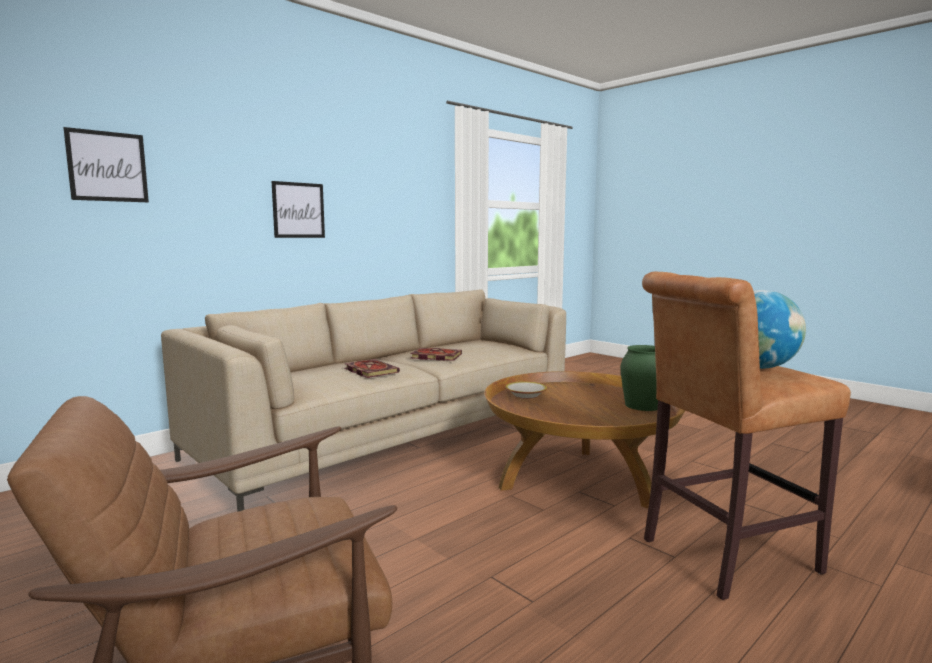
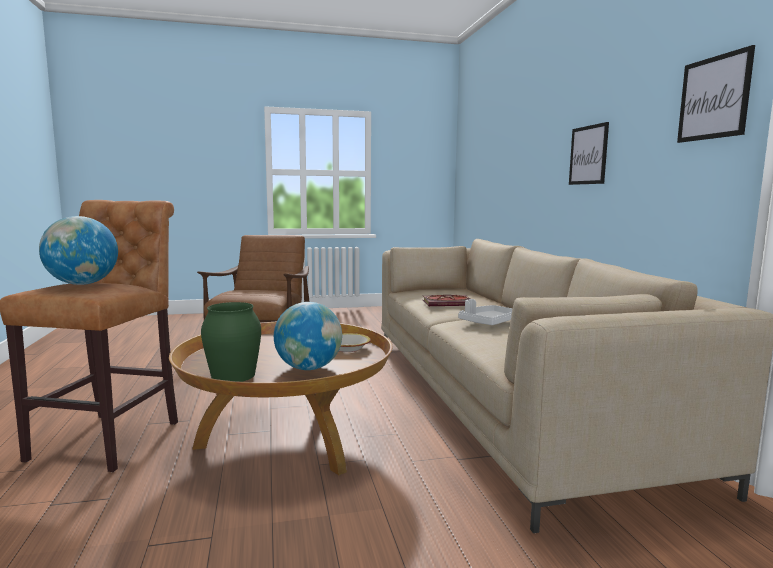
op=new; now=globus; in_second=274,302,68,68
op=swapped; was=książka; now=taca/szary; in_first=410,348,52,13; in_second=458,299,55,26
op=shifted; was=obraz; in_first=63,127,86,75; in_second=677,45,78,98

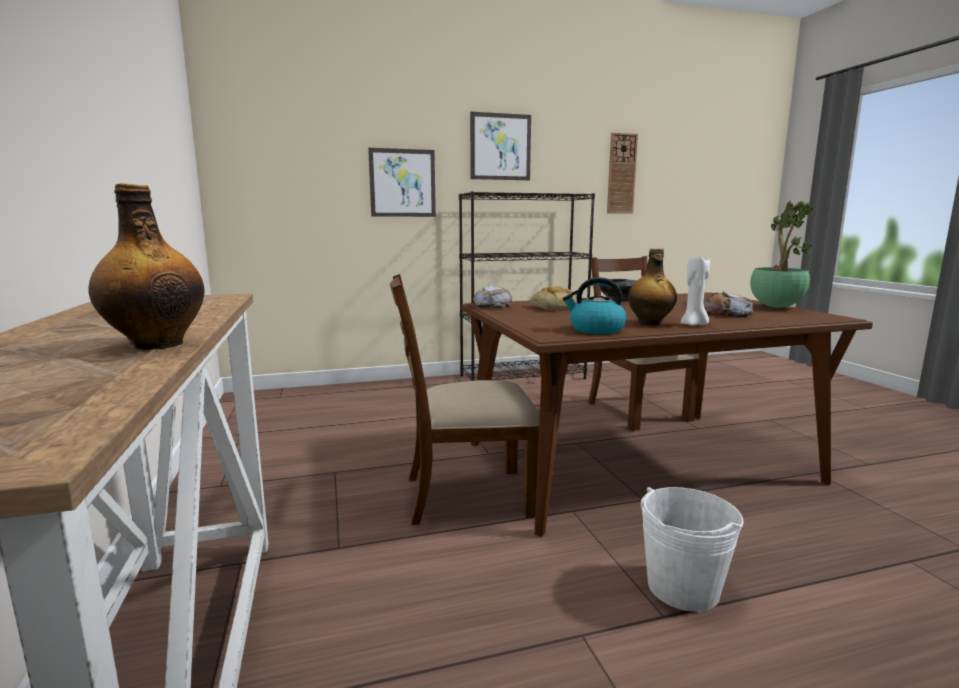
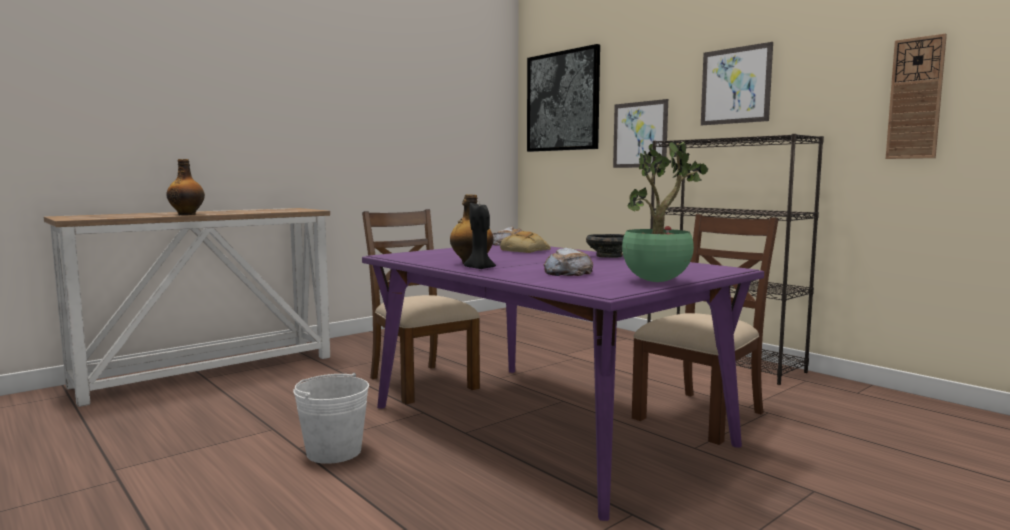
op=repainted; was=stół jadalny/brązowy; now=stół jadalny/fioletowy; in_first=461,292,412,245; in_second=362,245,402,276
op=repainted; was=świeca/biały; now=świeca/czarny; in_first=681,255,29,70; in_second=464,203,32,66
op=new; now=obraz; in_second=527,44,73,108
op=gone; was=czajnik; in_first=562,277,65,57

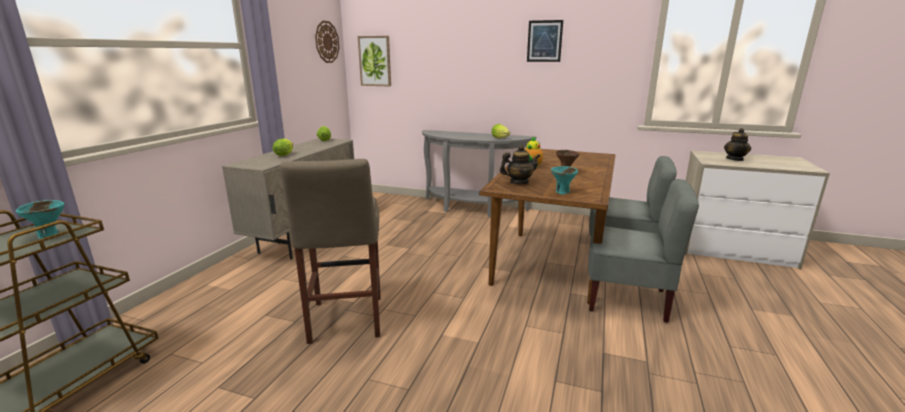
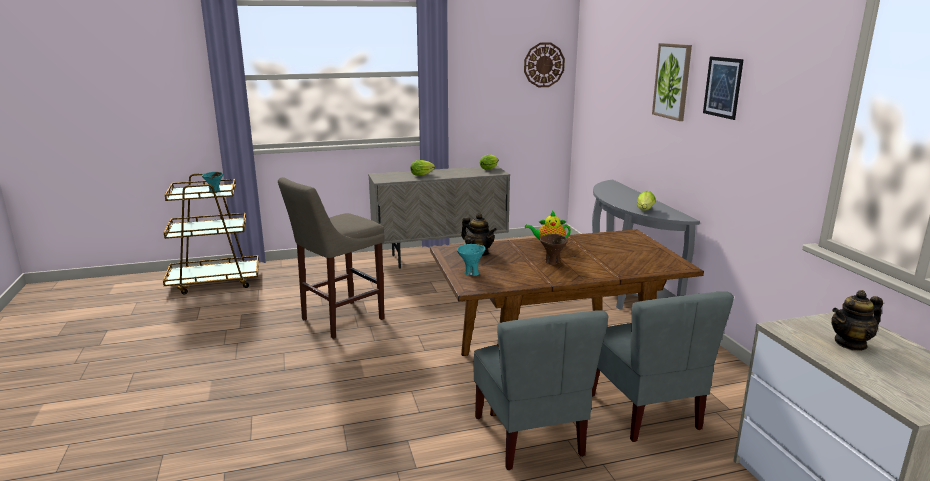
op=shifted; was=obraz; in_first=358,36,33,50; in_second=652,43,40,78

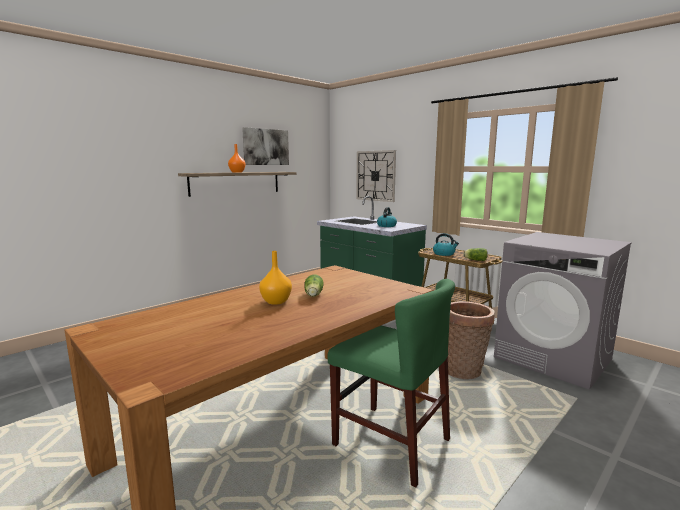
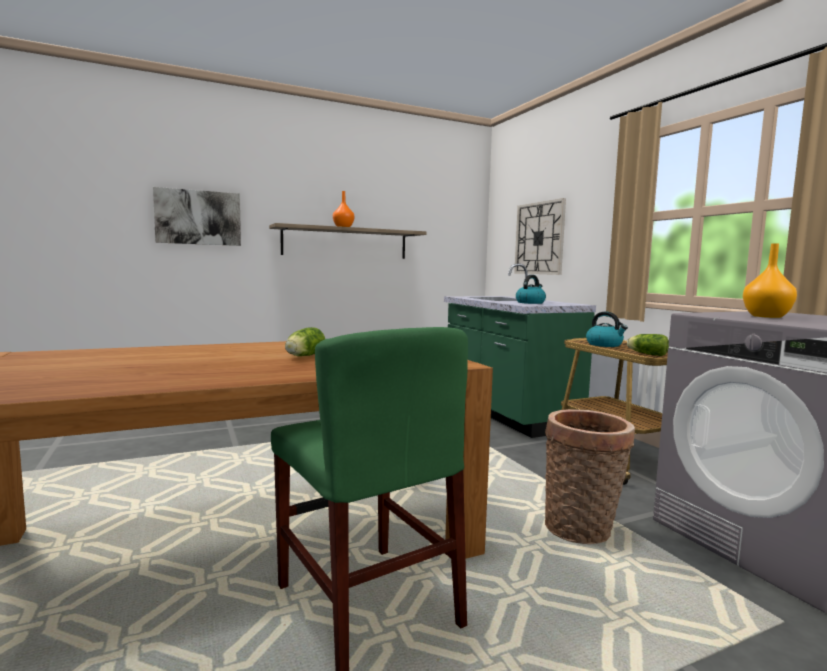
op=shifted; was=obraz; in_first=242,127,47,38; in_second=153,187,88,59
op=shifted; was=wazon/pomarańczowy; in_first=259,251,33,54; in_second=743,243,54,75

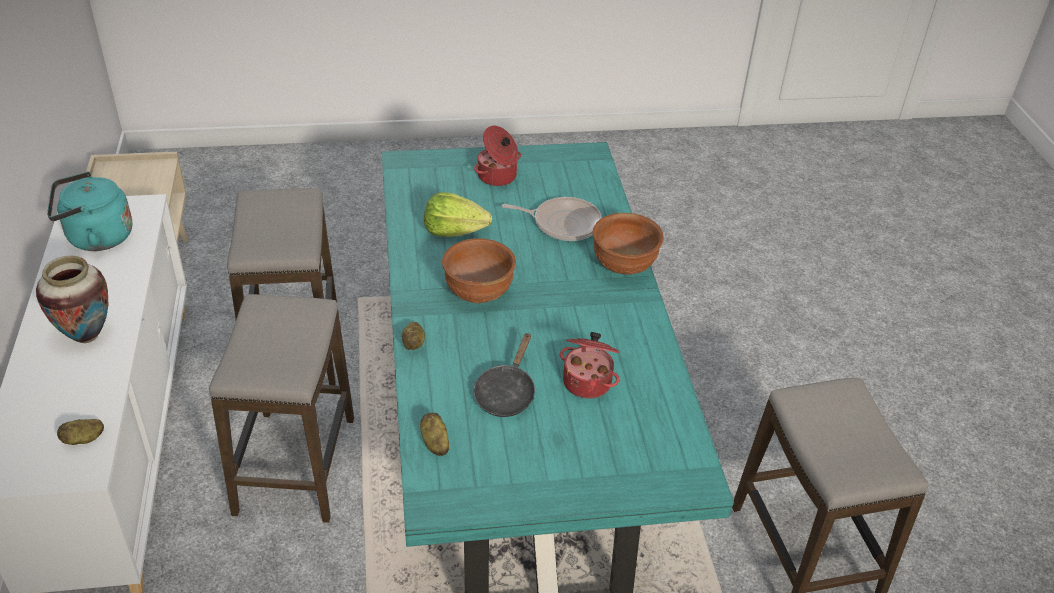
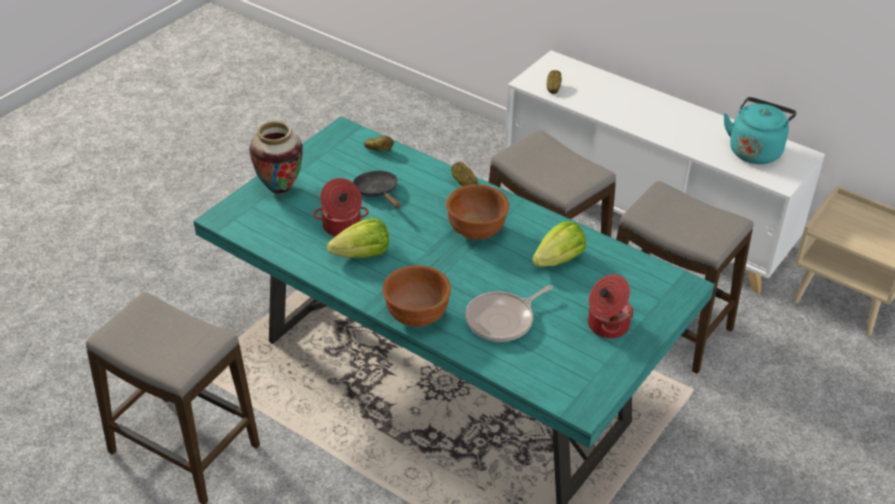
op=shifted; was=wazon; in_first=36,255,72,88; in_second=249,121,54,74
op=new; now=sałata; in_second=327,218,62,40

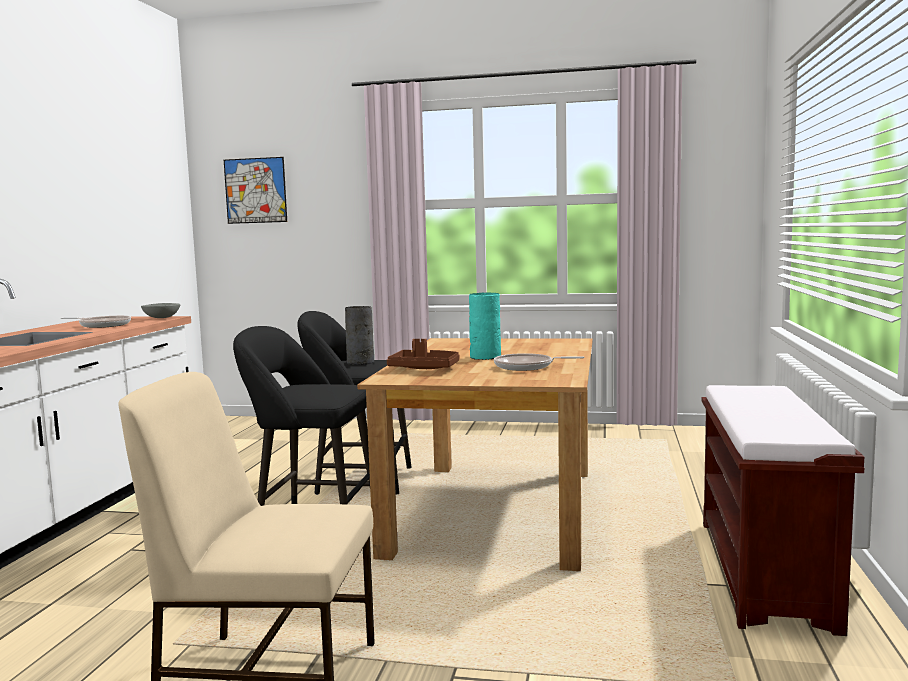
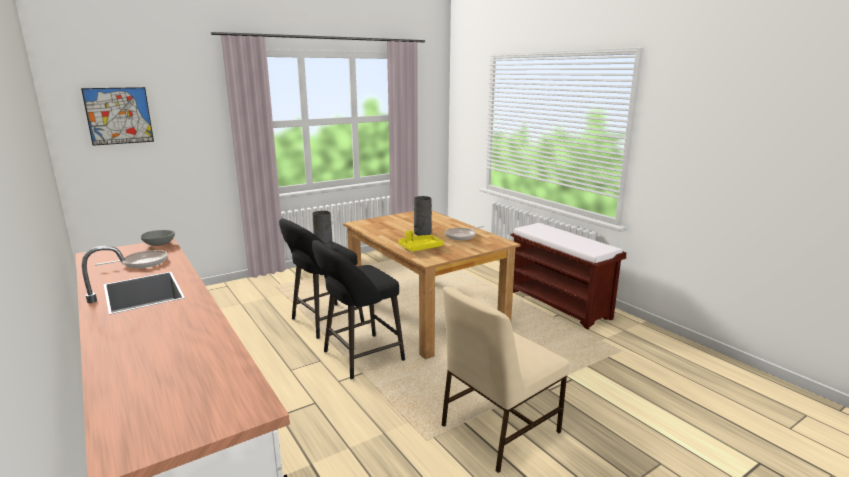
op=repainted; was=taca/brązowy; now=taca/żółty; in_first=387,339,72,30; in_second=398,230,46,22
op=repainted; was=wazon/turkusowy; now=wazon/szary; in_first=469,293,32,67; in_second=414,196,18,40

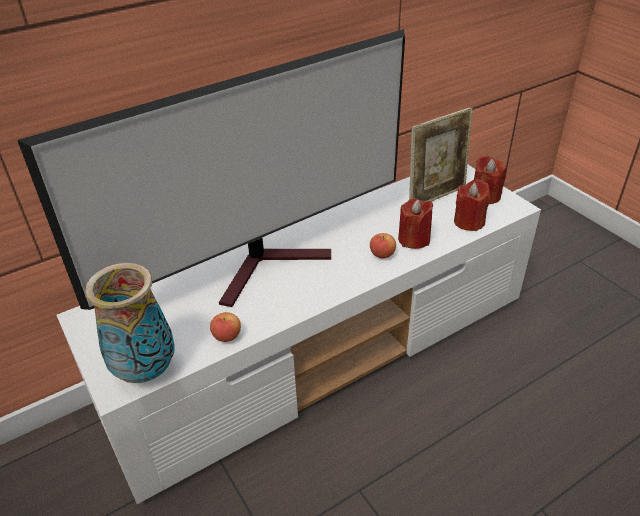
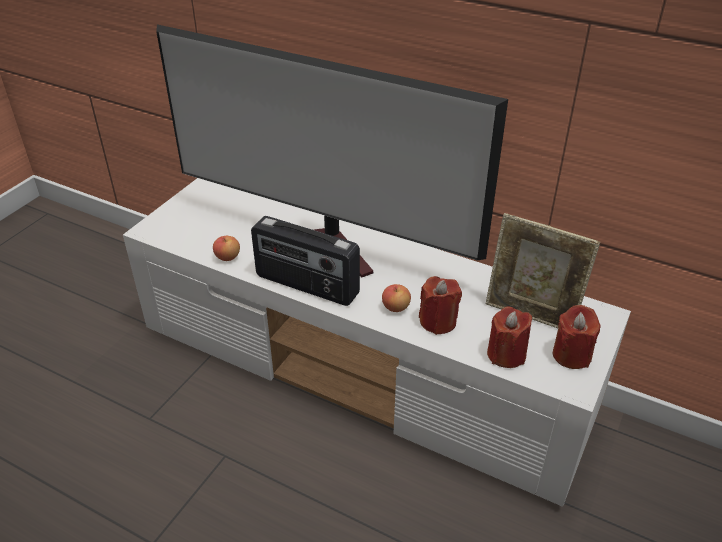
op=new; now=radio; in_second=251,216,109,90
op=gone; was=wazon; in_first=85,263,89,120

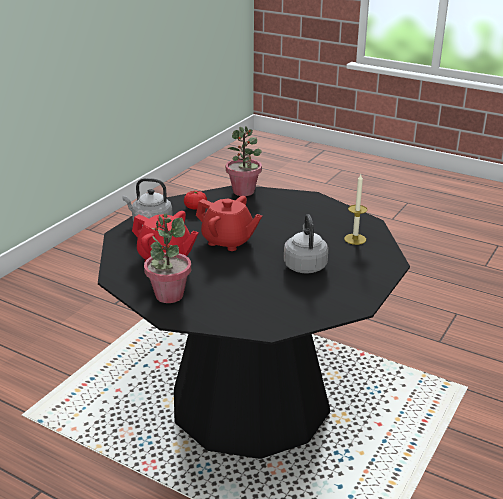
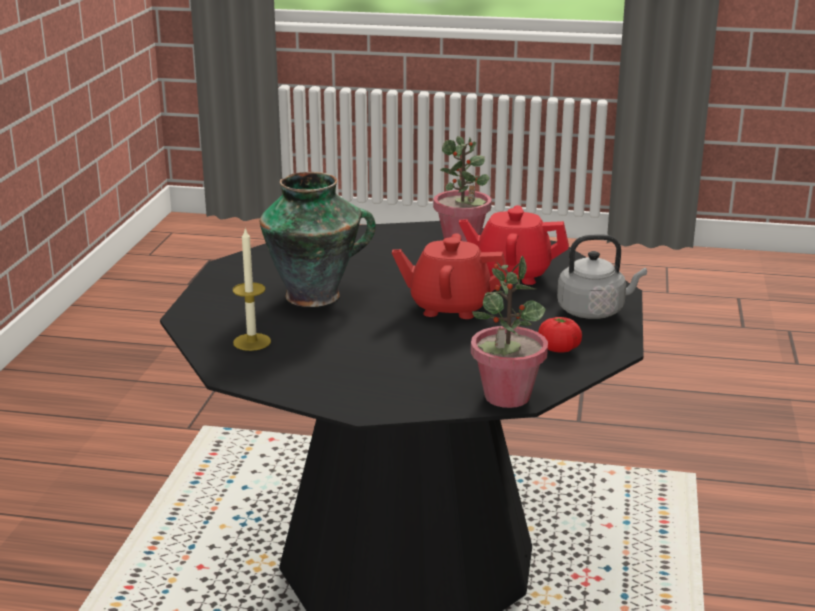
op=swapped; was=czajnik/szary; now=wazon; in_first=284,214,44,60; in_second=260,172,116,135

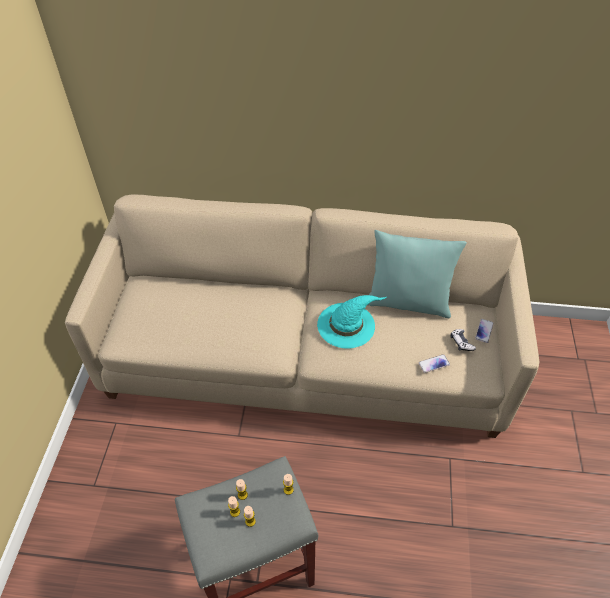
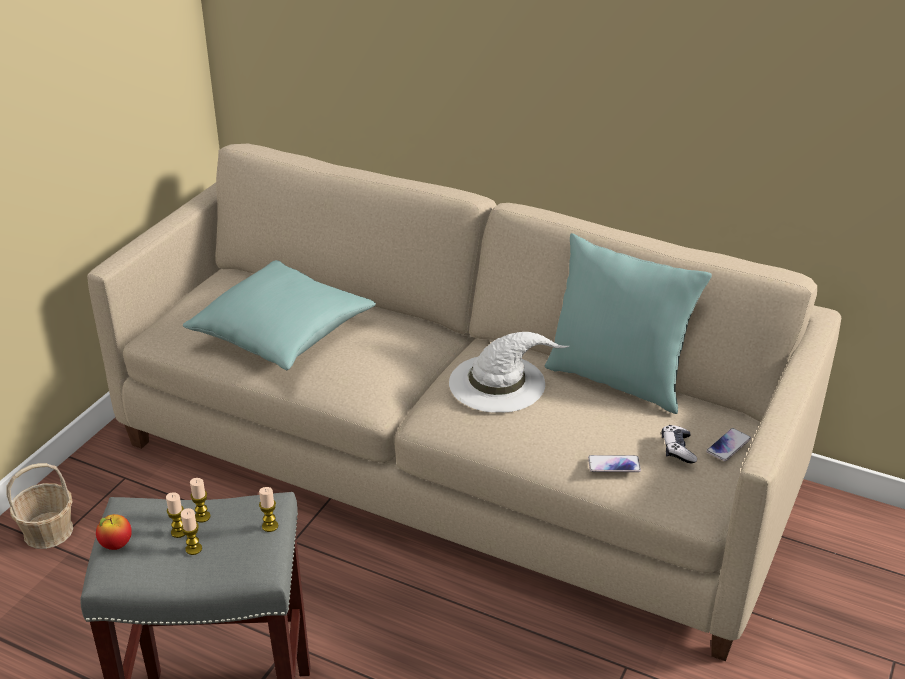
op=new; now=koszyk; in_second=6,463,67,86
op=new; now=jabłko; in_second=96,514,36,36
op=new; now=poduszka/turkusowy; in_second=183,260,193,110
op=repainted; was=kapelusz/turkusowy; now=kapelusz/biały; in_first=317,295,70,54; in_second=449,332,120,80

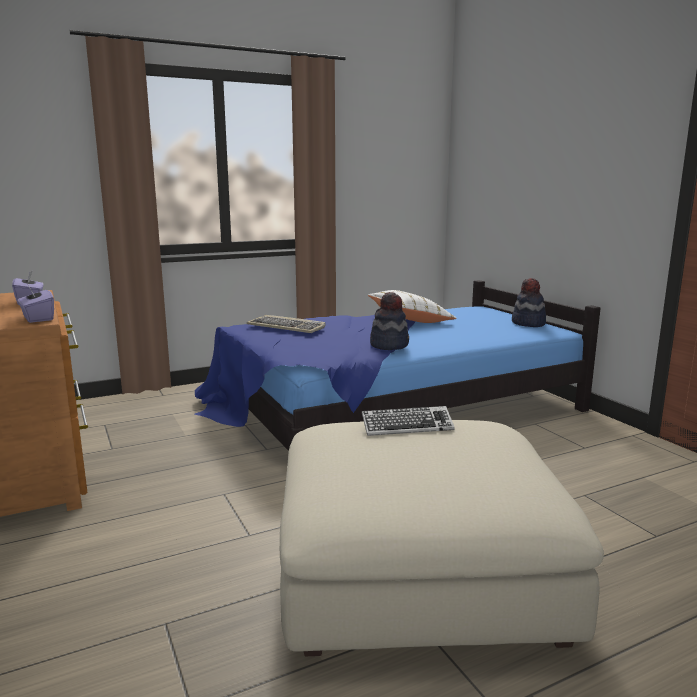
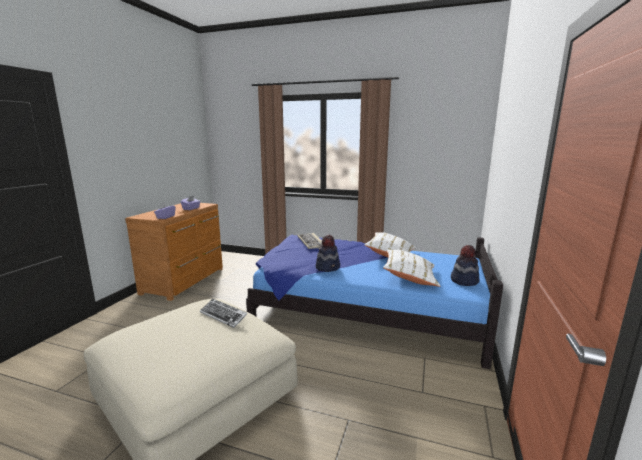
op=new; now=poduszka/biały; in_second=383,249,57,38

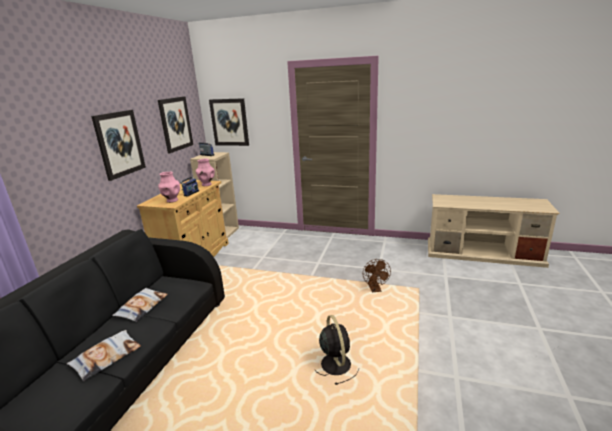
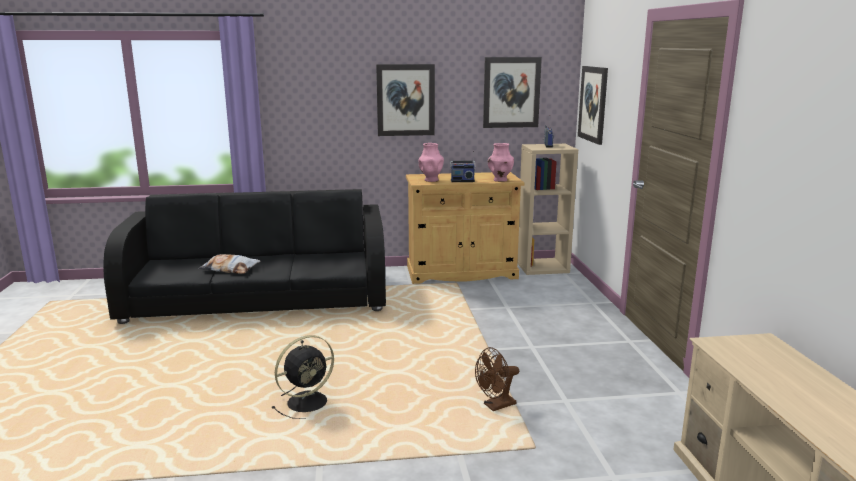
op=gone; was=poduszka; in_first=112,288,56,34

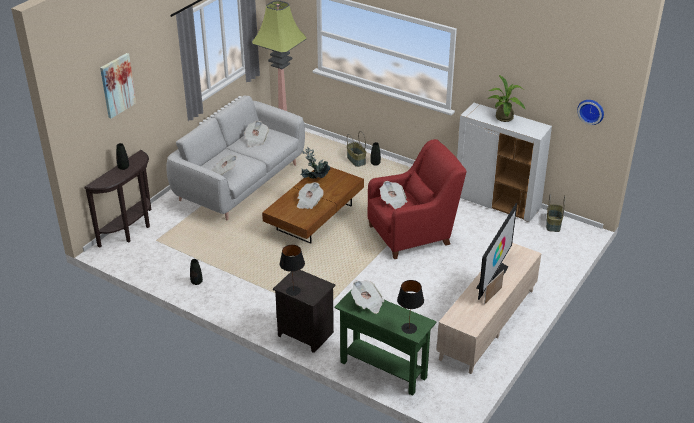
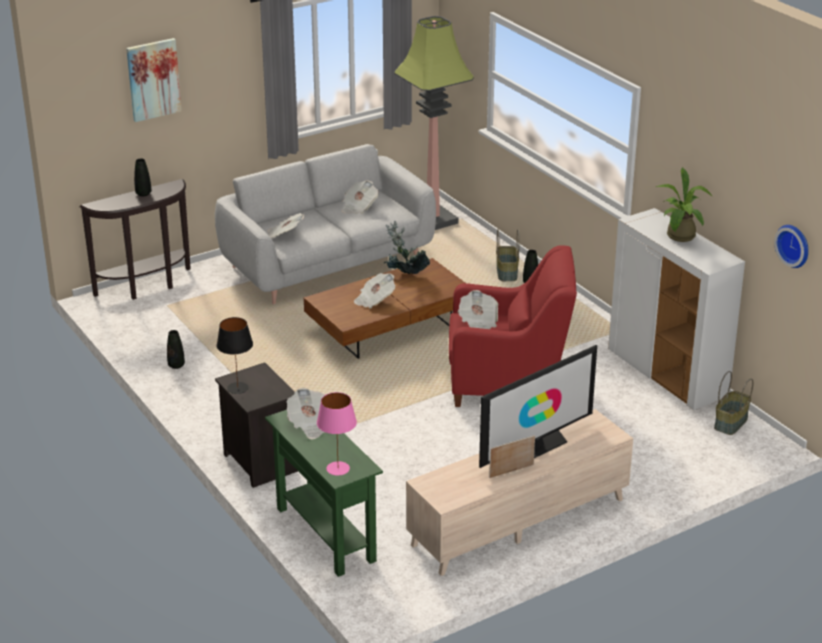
op=repainted; was=lampa stołowa/czarny; now=lampa stołowa/różowy; in_first=397,280,27,54; in_second=317,392,40,83

